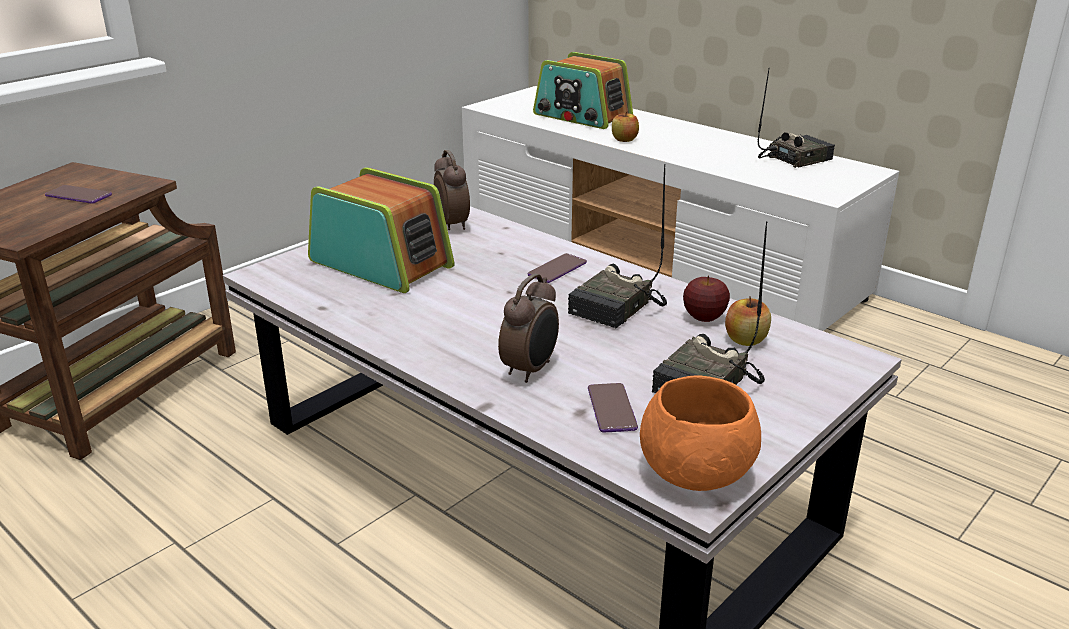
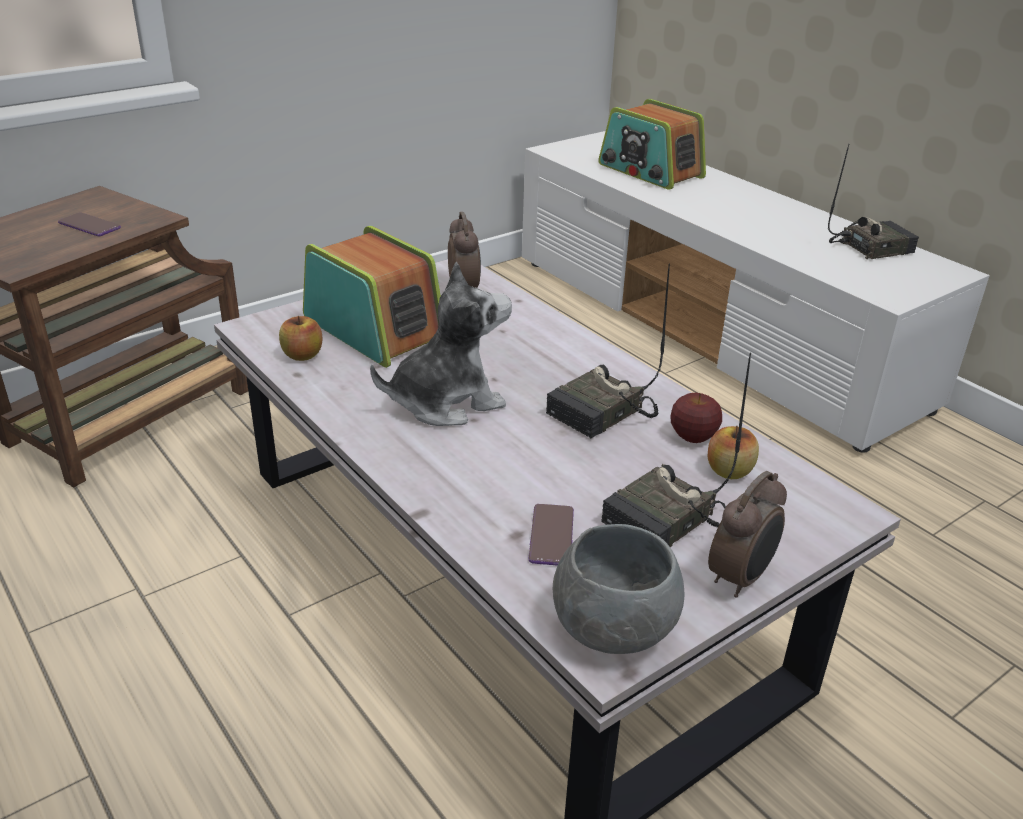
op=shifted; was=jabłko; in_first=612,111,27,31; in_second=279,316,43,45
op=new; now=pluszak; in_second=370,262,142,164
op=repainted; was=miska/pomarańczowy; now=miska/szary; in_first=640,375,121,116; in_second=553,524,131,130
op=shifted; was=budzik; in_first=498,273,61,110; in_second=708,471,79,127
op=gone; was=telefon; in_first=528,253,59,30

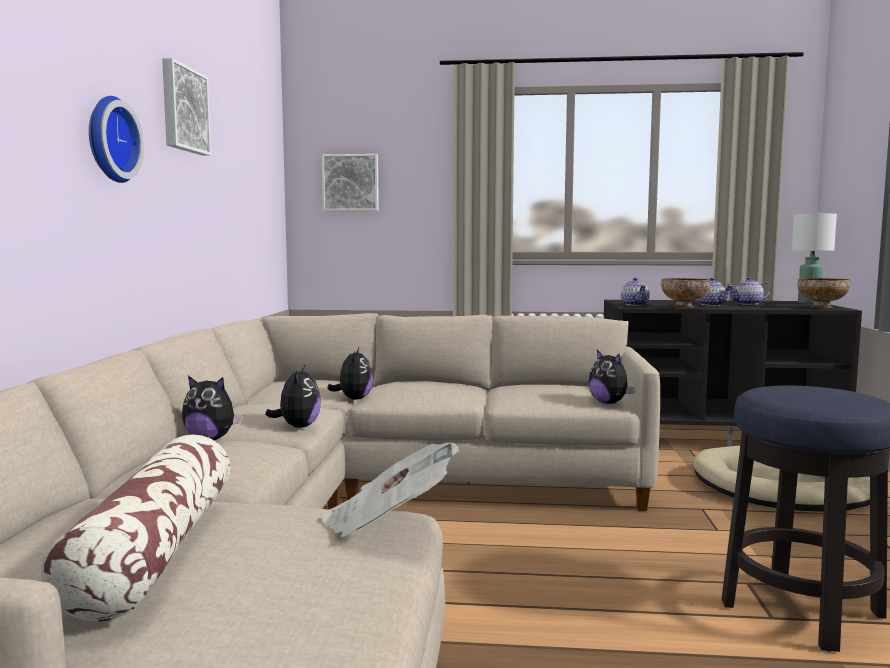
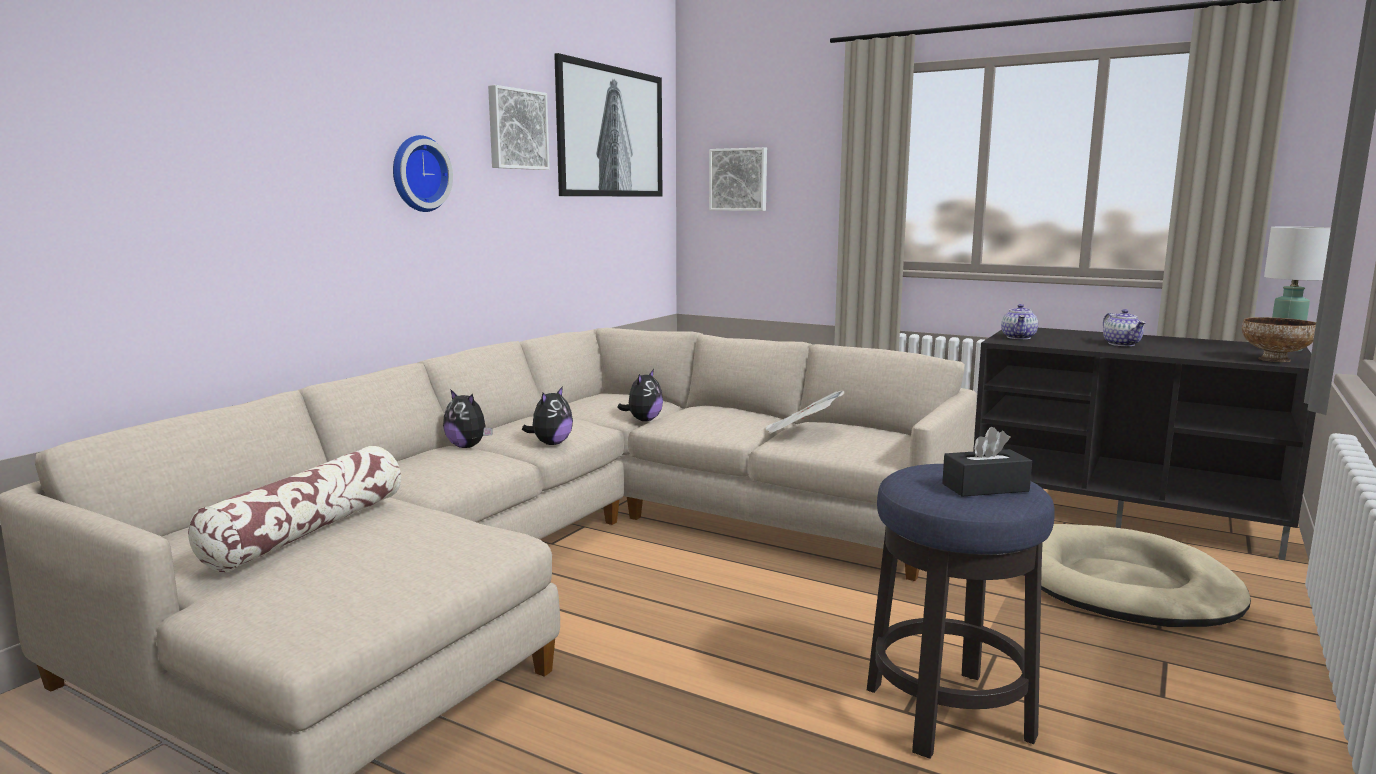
op=new; now=obraz; in_second=554,53,108,144
op=shifted; was=gazeta; in_first=321,442,138,95; in_second=766,391,78,43
op=new; now=pudełko chusteczek/czarny; in_second=942,427,90,70
op=gone; was=pluszak; in_first=588,350,47,54
op=gone; was=miska; in_first=661,278,49,30
op=gone; was=imbryk; in_first=727,277,44,28

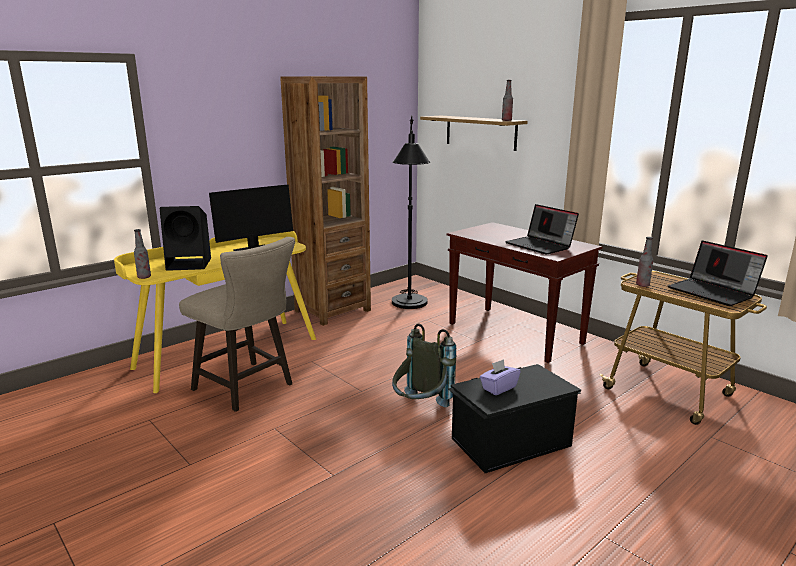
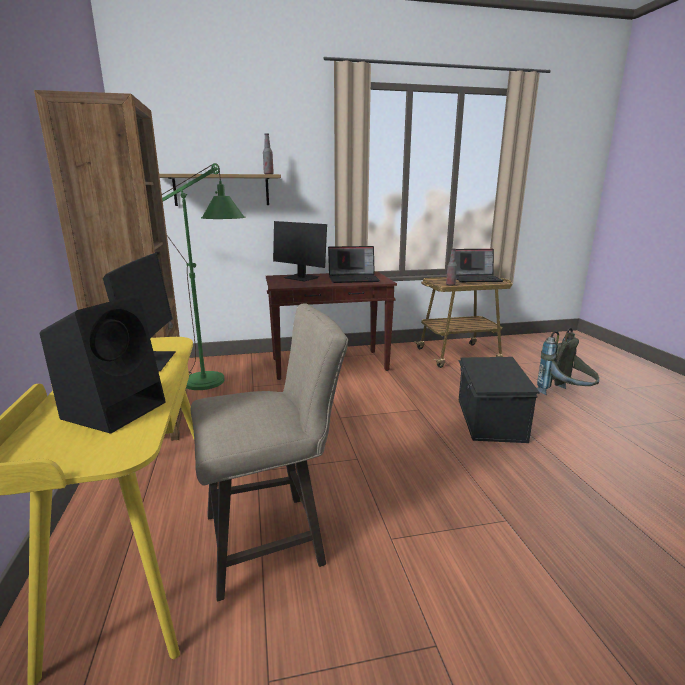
op=repainted; was=lampa stojąca/czarny; now=lampa stojąca/zielony; in_first=392,115,38,194; in_second=162,163,83,227
op=new; now=monitor; in_second=273,221,54,61
op=shifted; was=plecak/szary; in_first=392,324,65,83; in_second=537,328,62,67
op=gone; was=butelka; in_first=134,229,17,50
op=gone; was=pudełko chusteczek/fioletowy; in_first=480,359,41,36

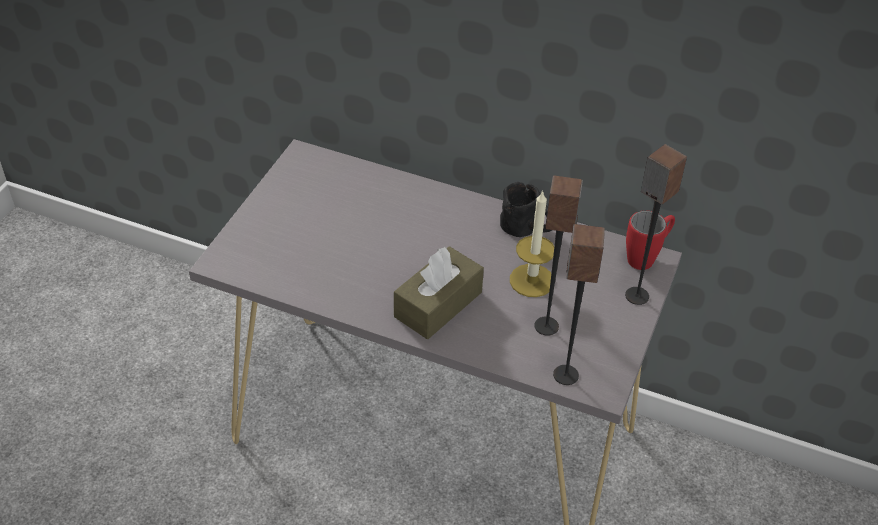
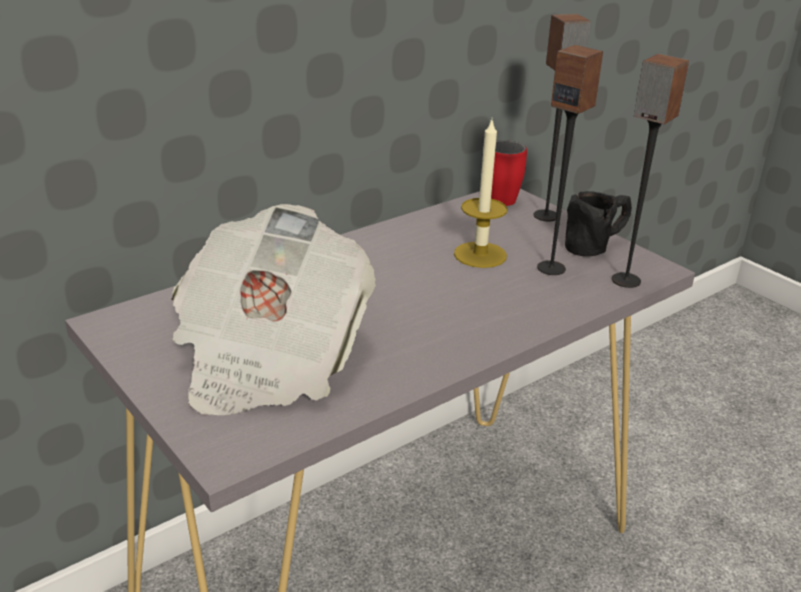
op=new; now=gazeta; in_second=171,204,205,211
op=shifted; was=kubek/czarny; in_first=500,182,52,55; in_second=565,191,67,65
op=gone; was=pudełko chusteczek/brązowy; in_first=394,246,90,93

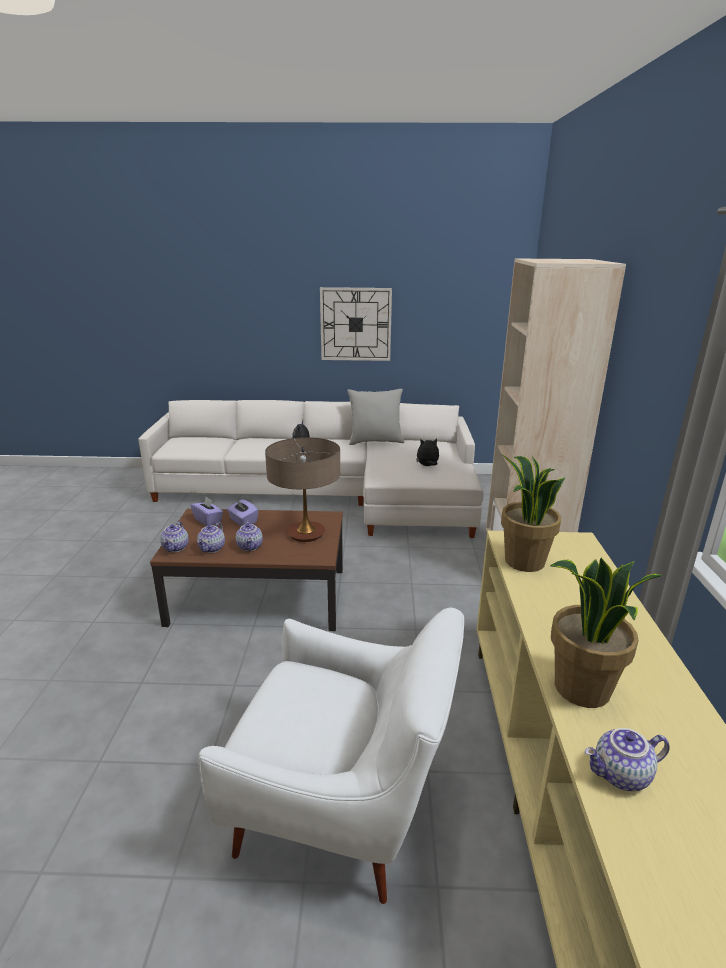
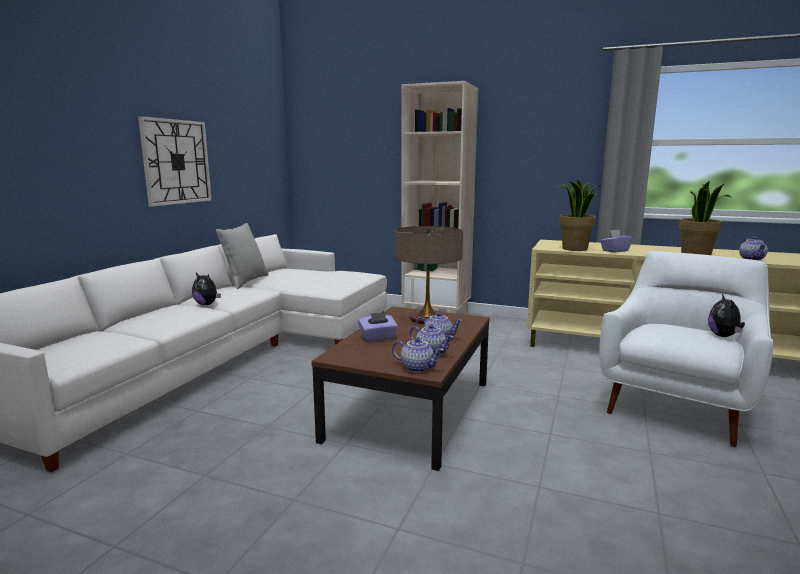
op=shifted; was=pudełko chusteczek/fioletowy; in_first=191,497,32,29; in_second=600,229,33,24
op=shifted; was=pluszak; in_first=417,438,22,28; in_second=708,294,37,43

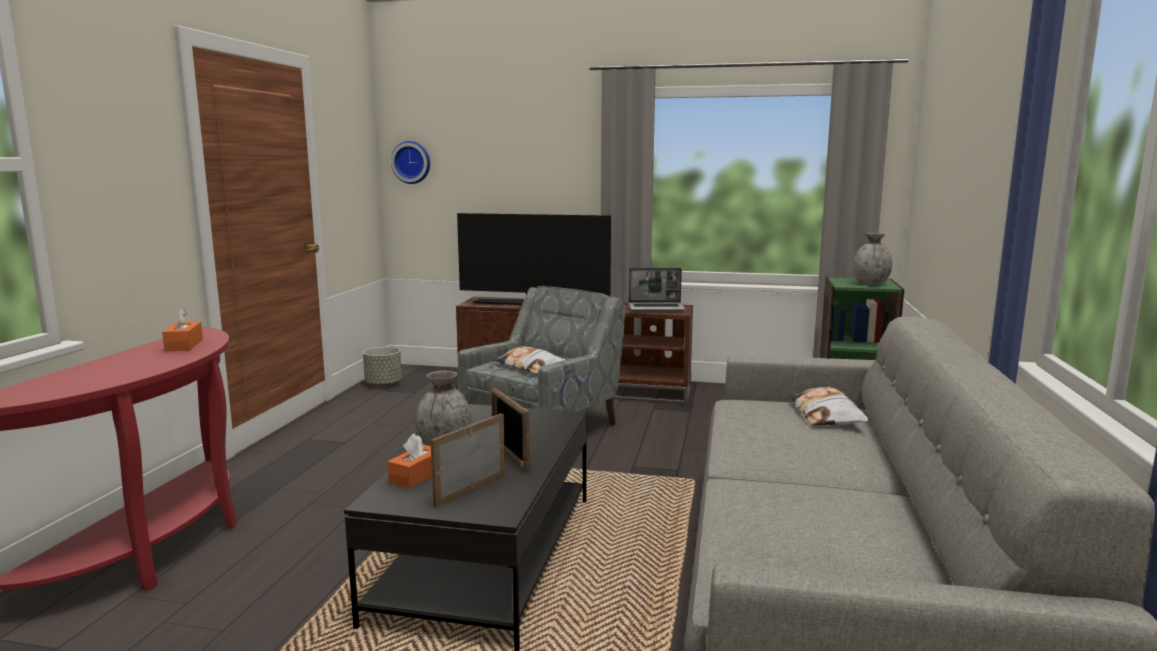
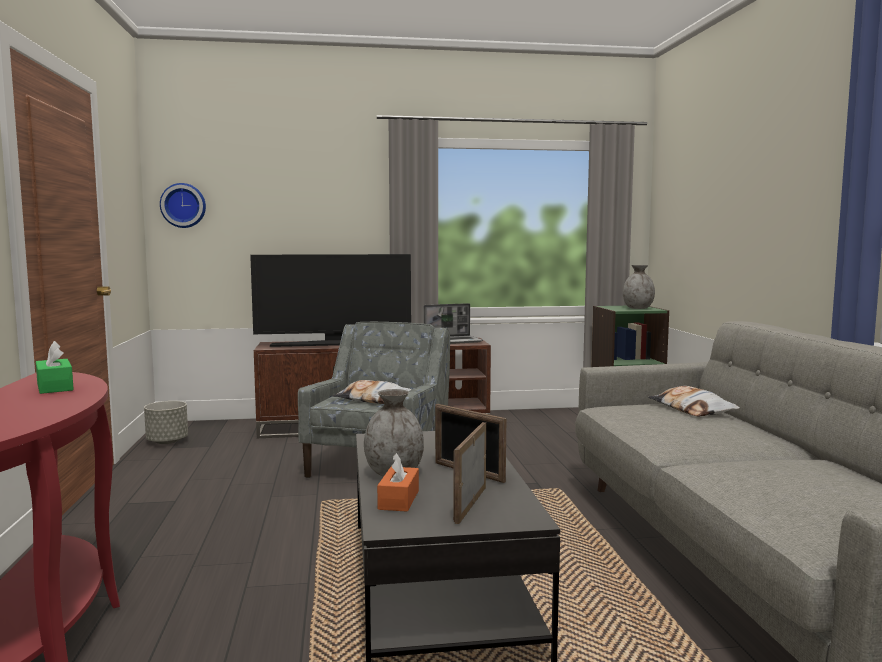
op=repainted; was=pudełko chusteczek/pomarańczowy; now=pudełko chusteczek/zielony; in_first=162,308,41,43; in_second=36,341,38,53

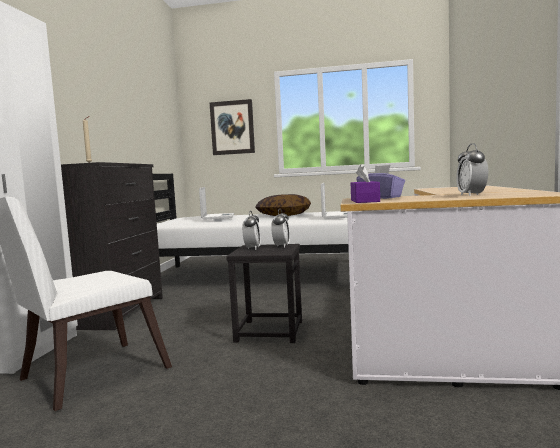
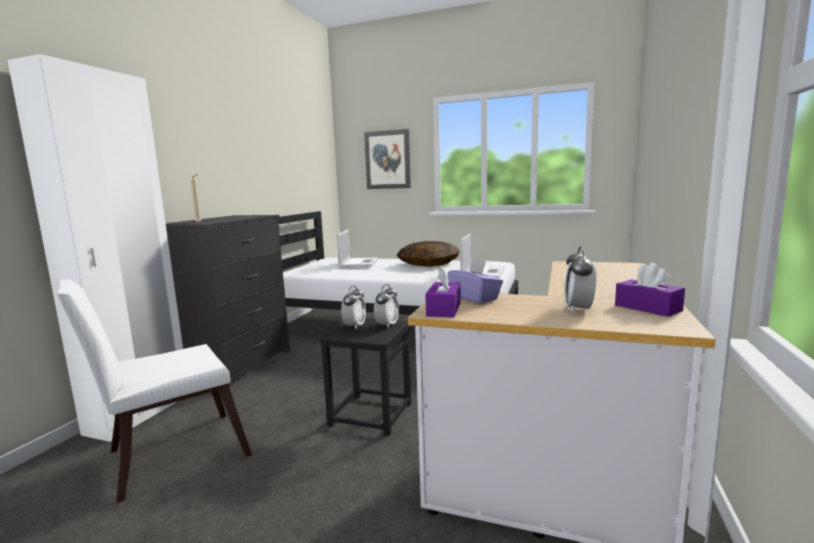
op=new; now=pudełko chusteczek/fioletowy; in_second=615,263,70,54

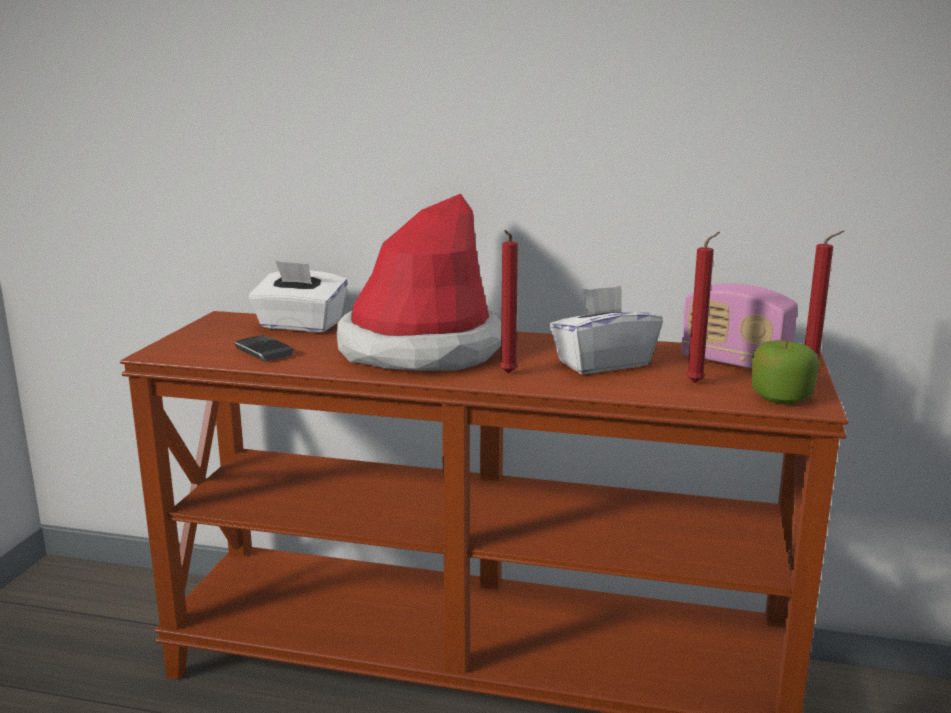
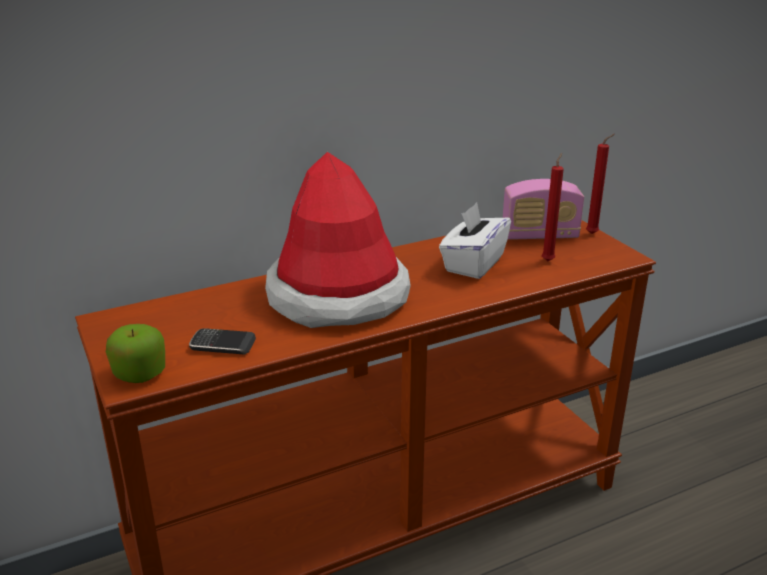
op=shifted; was=jabłko; in_first=752,340,67,65; in_second=106,324,59,59
op=gone; was=pudełko chusteczek/biały; in_first=249,260,99,72
op=gone; was=świeca/czerwony; in_first=500,230,18,144

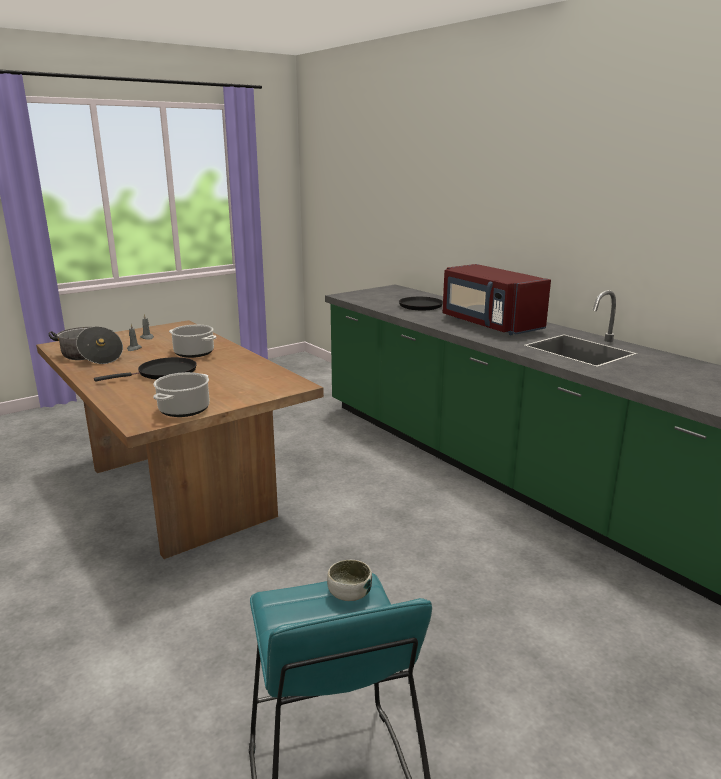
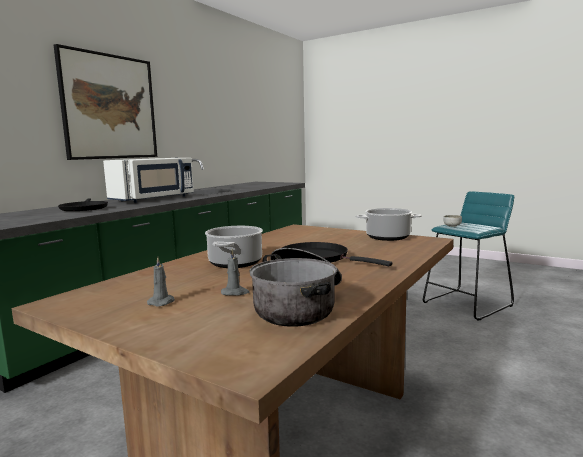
op=new; now=obraz; in_second=54,44,103,116
op=repainted; was=mikrofalówka/czerwony; now=mikrofalówka/biały; in_first=443,264,108,71; in_second=103,158,91,45

